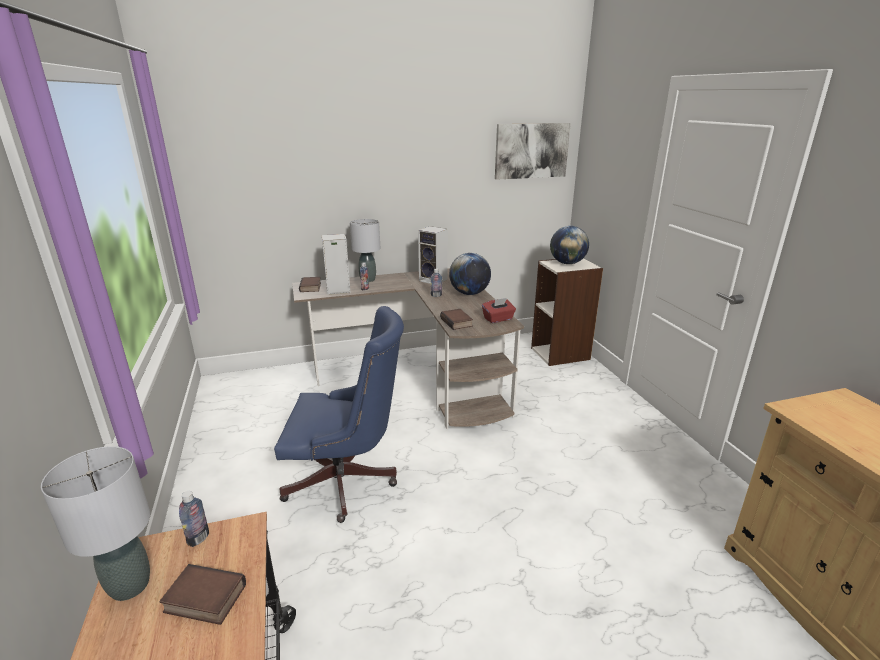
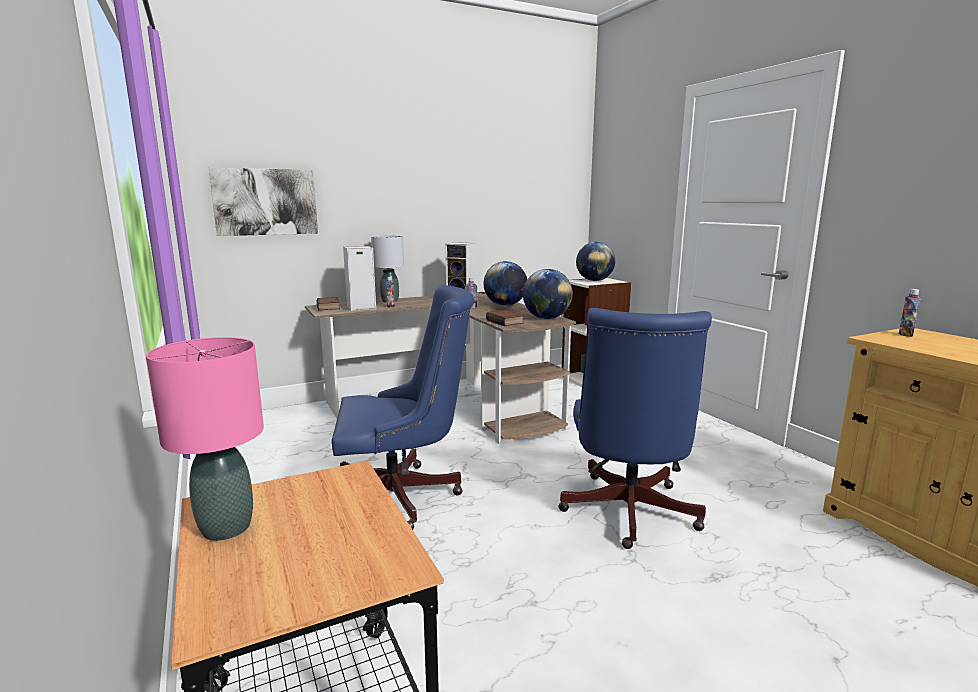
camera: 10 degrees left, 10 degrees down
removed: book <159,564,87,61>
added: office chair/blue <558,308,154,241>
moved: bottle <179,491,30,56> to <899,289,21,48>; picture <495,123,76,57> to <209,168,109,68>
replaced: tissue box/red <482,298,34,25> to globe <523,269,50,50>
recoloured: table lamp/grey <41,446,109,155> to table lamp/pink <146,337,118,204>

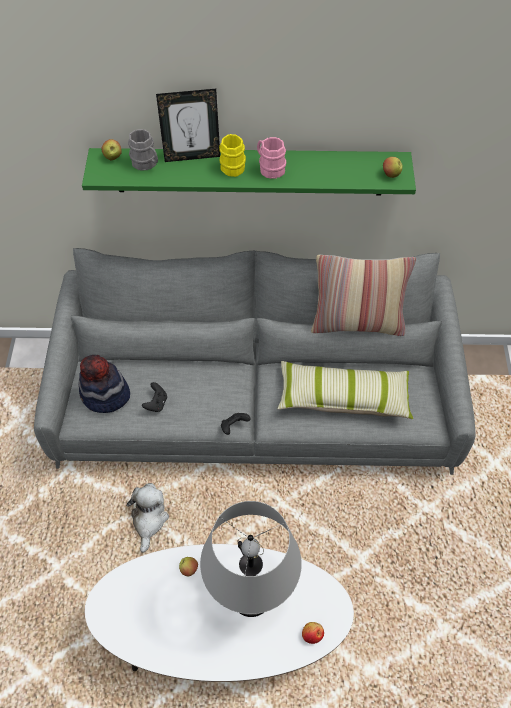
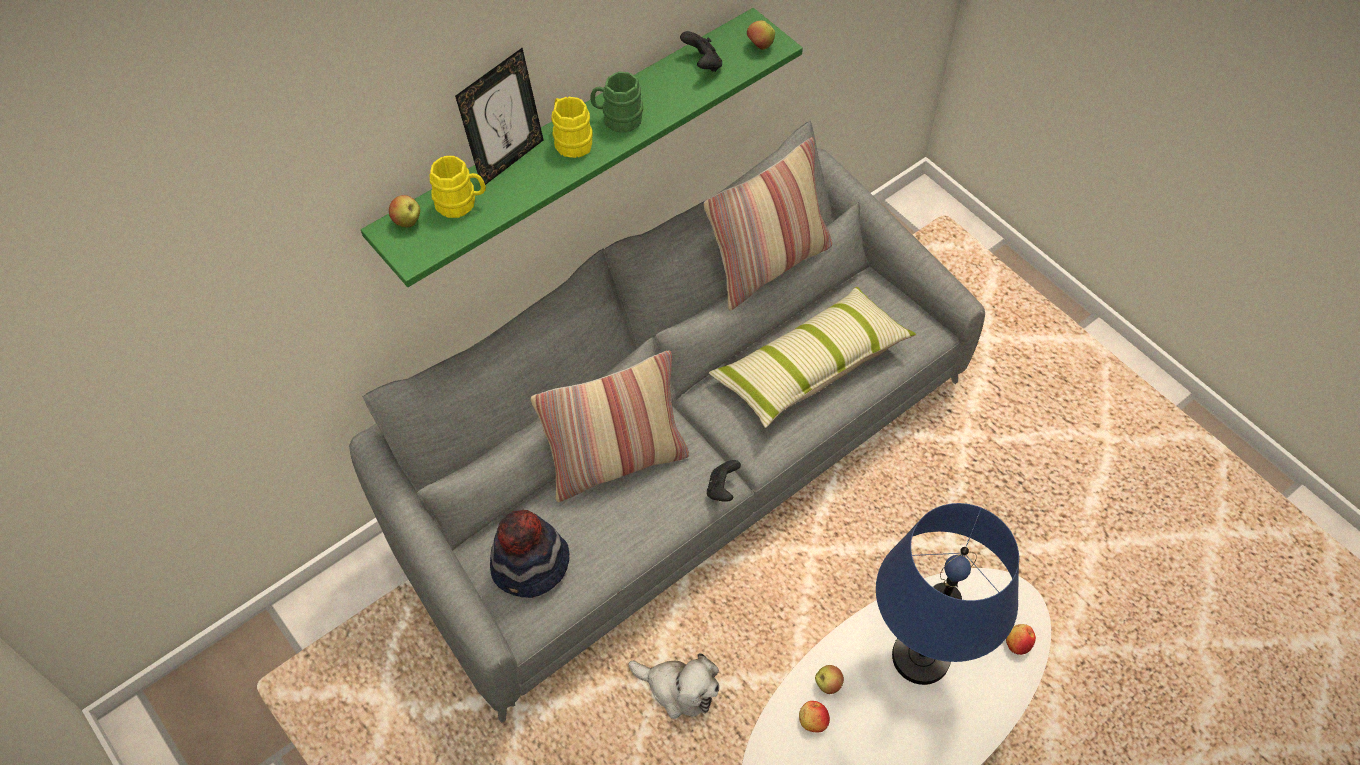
camera: 40 degrees left, 0 degrees up
added: pillow <531,350,158,152>; apple <799,701,31,32>
moved: game controller/black <142,382,25,30> to <680,31,42,41>
recoloured: mug/grey <128,129,30,42> to mug/yellow <430,156,56,62>; table lamp/grey <200,501,102,116> to table lamp/blue <876,503,143,182>; mug/pink <257,137,29,42> to mug/green <590,72,53,61>
turned: plush toy <126,483,43,70> = <629,653,90,66> 150 degrees clockwise

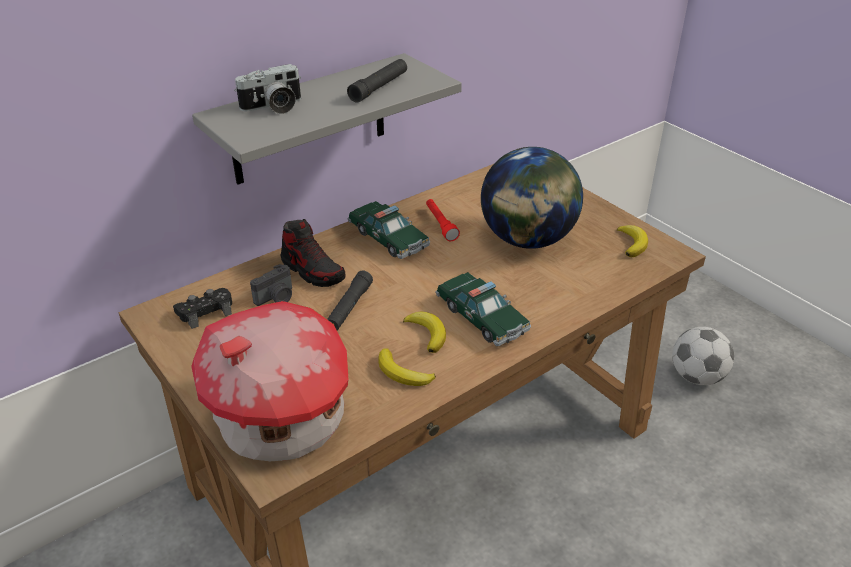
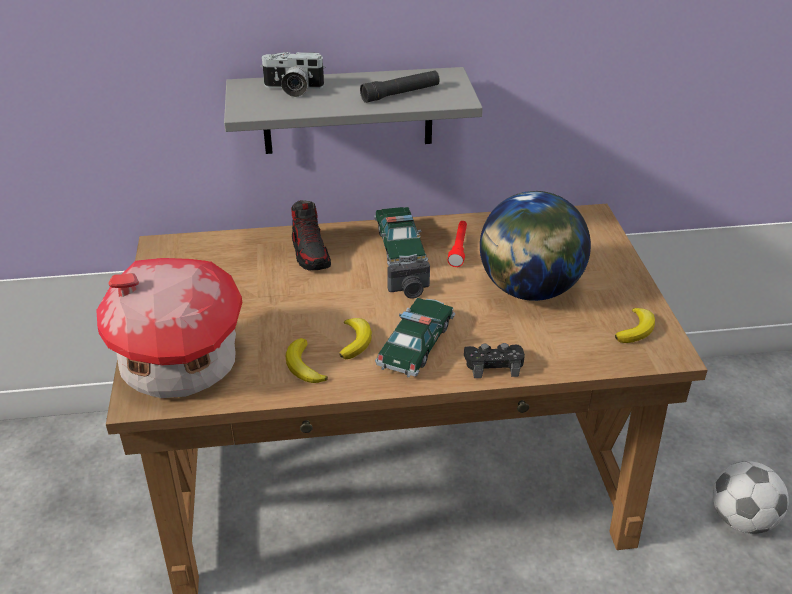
camera: 30 degrees right, 0 degrees up
removed: flashlight/black <327,271,46,59>
moved: game controller/black <173,288,59,41> to <464,343,61,35>; photo camera <250,264,42,42> to <387,260,43,39>
turned: toy car <436,272,95,74> = <375,298,80,80> 150 degrees counterclockwise

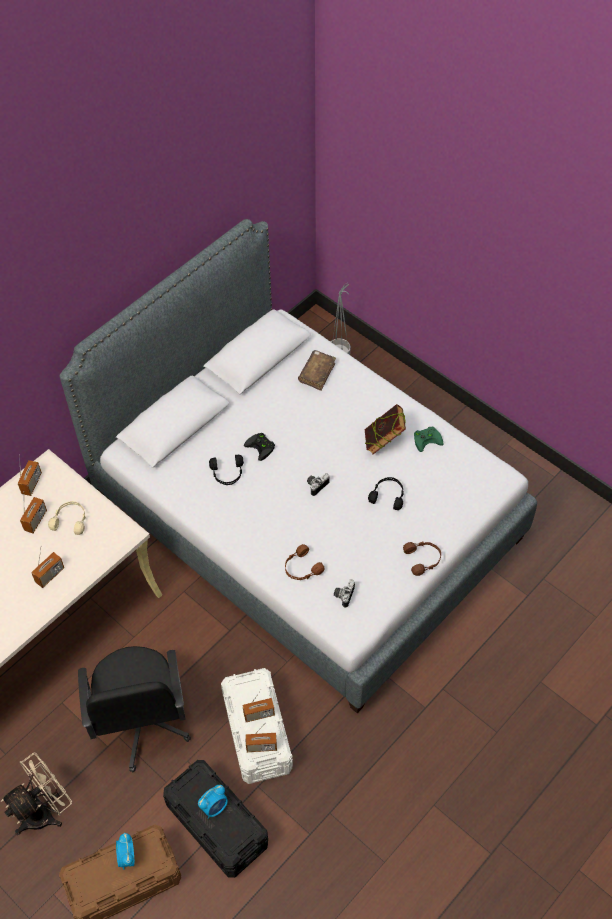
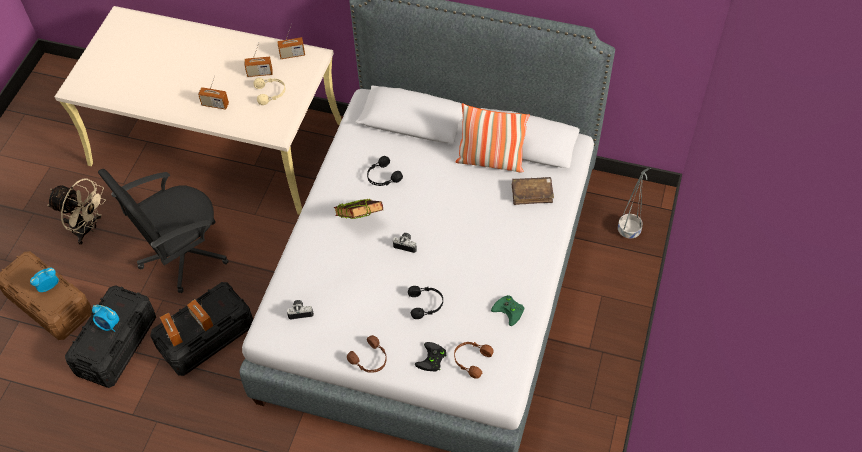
camera: 65 degrees right, 0 degrees up
added: pillow <456,103,74,70>
moved: game controller/black <244,433,31,28> to <415,342,32,29>; headphones/brown <285,544,40,36> to <454,342,40,37>; book <365,404,41,51> to <334,198,49,21>
recoloured: storage box/white <221,668,72,116> to storage box/black <150,282,103,94>

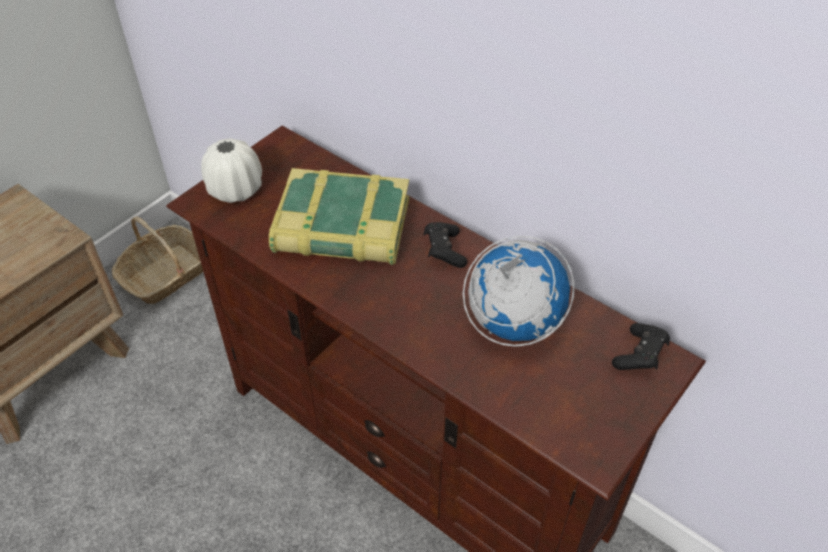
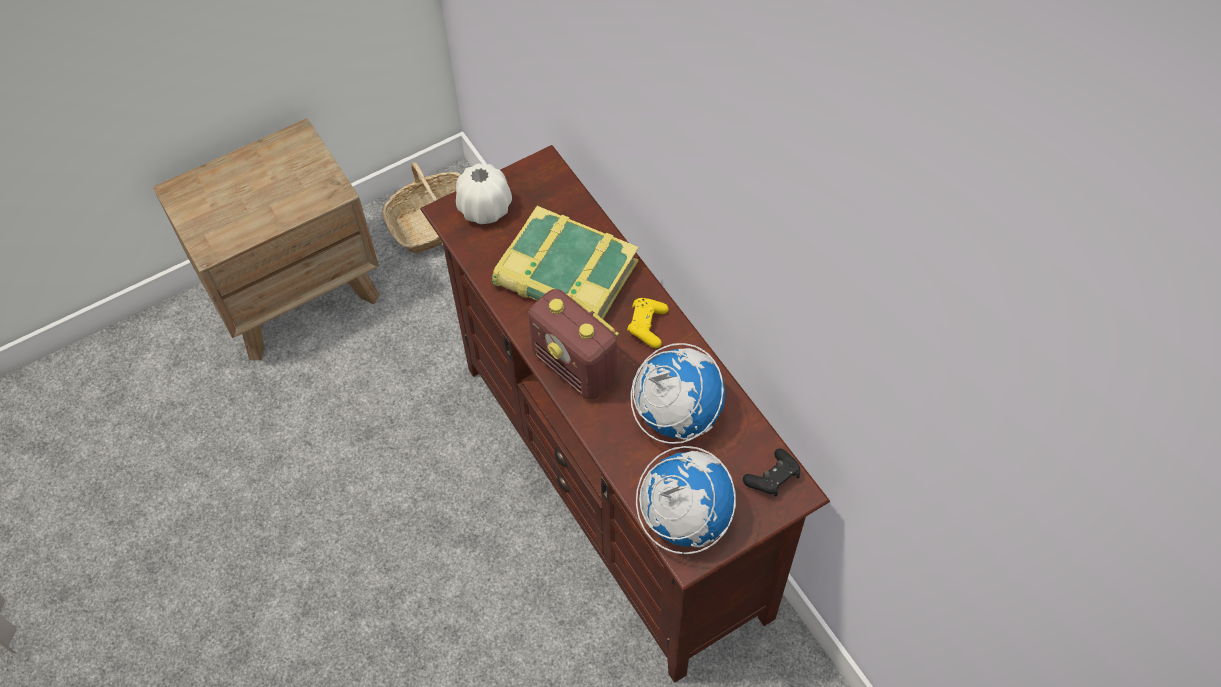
camera: 20 degrees right, 10 degrees up
added: radio <529,289,90,111>; globe <636,446,100,108>
recoloured: game controller/black <424,222,43,46> to game controller/yellow <627,298,42,50>

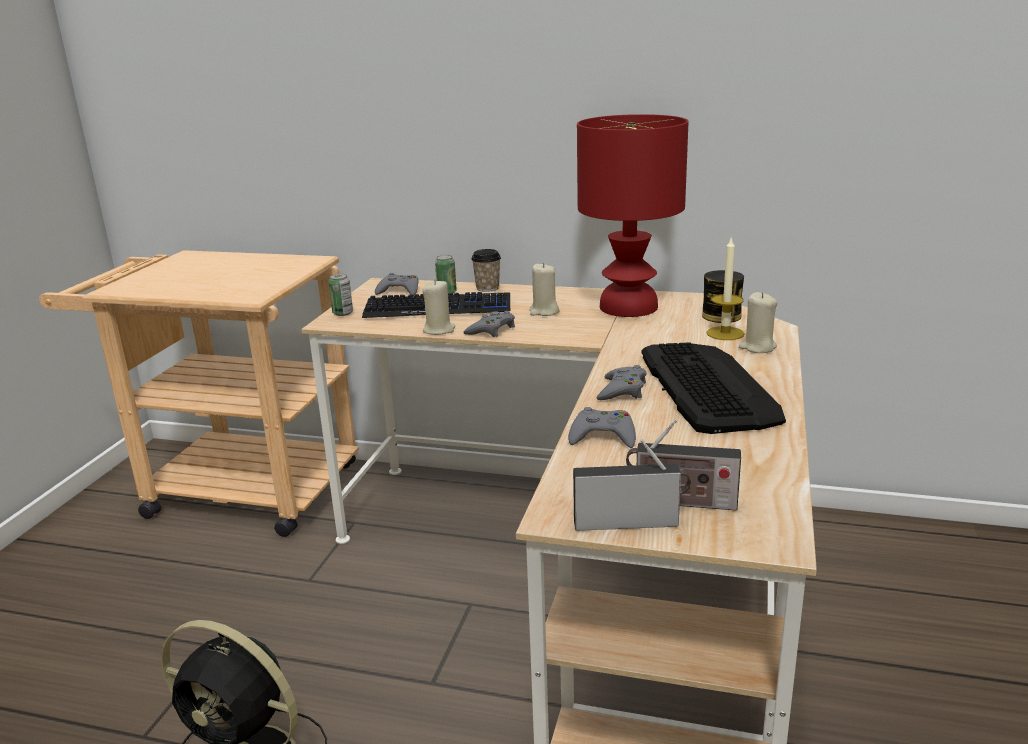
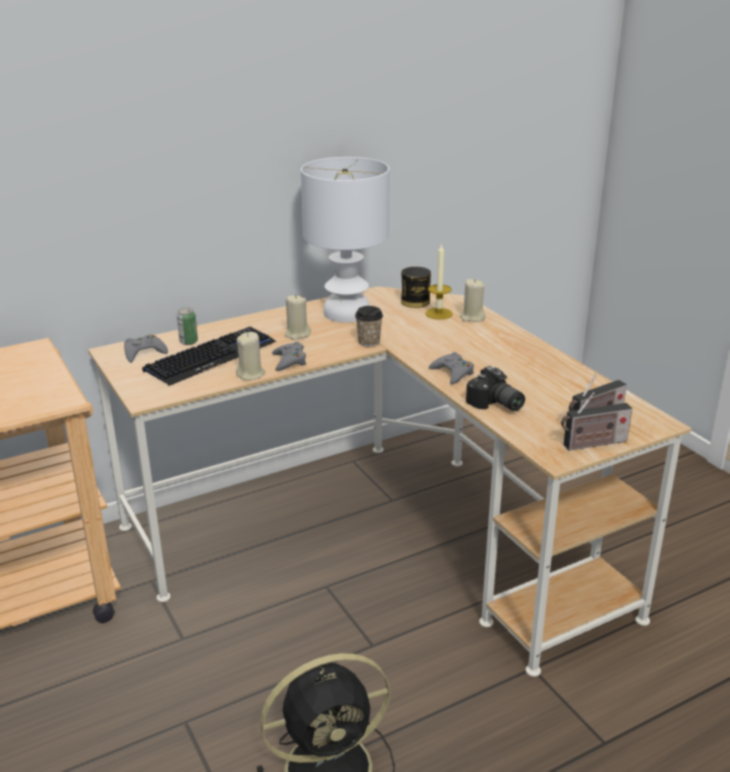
camera: 45 degrees left, 5 degrees up
removed: can <328,274,25,42>; keyboard <641,342,145,92>
moved: cup <471,249,30,43> to <355,306,28,41>
replaced: game controller/grey <568,407,68,41> to photo camera <466,366,59,45>
recoloured: table lamp/red <577,114,112,203> to table lamp/white <301,157,89,166>
turned: radio <573,439,118,92> = <561,392,71,59> 150 degrees counterclockwise

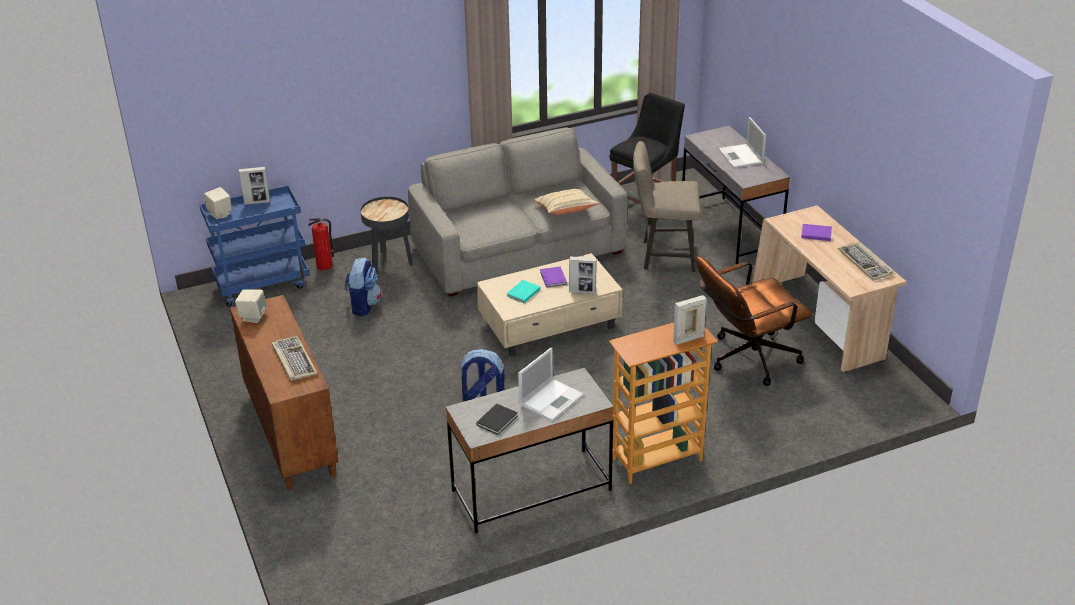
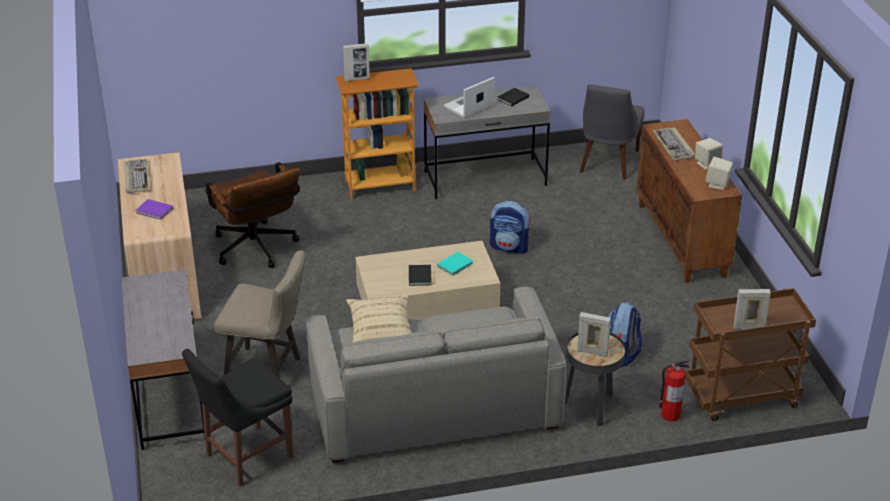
camera: 170 degrees left, 0 degrees up
removed: laptop <718,117,48,51>
added: chair/grey <580,84,65,96>
moved: speaker/beige <204,187,28,32> to <695,138,28,32>; picture frame <569,256,28,38> to <577,312,34,45>
recoloured: cart/blue <200,185,110,122> to cart/brown <685,288,131,133>; book/purple <540,266,27,22> to book/black <409,265,23,21>
turned: office chair/brown <696,256,117,130> = <205,162,95,106> 75 degrees clockwise

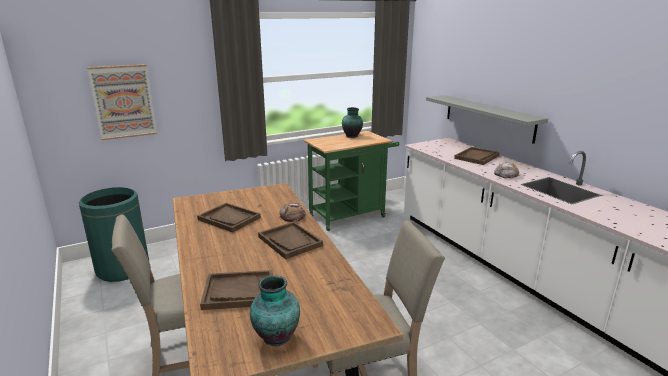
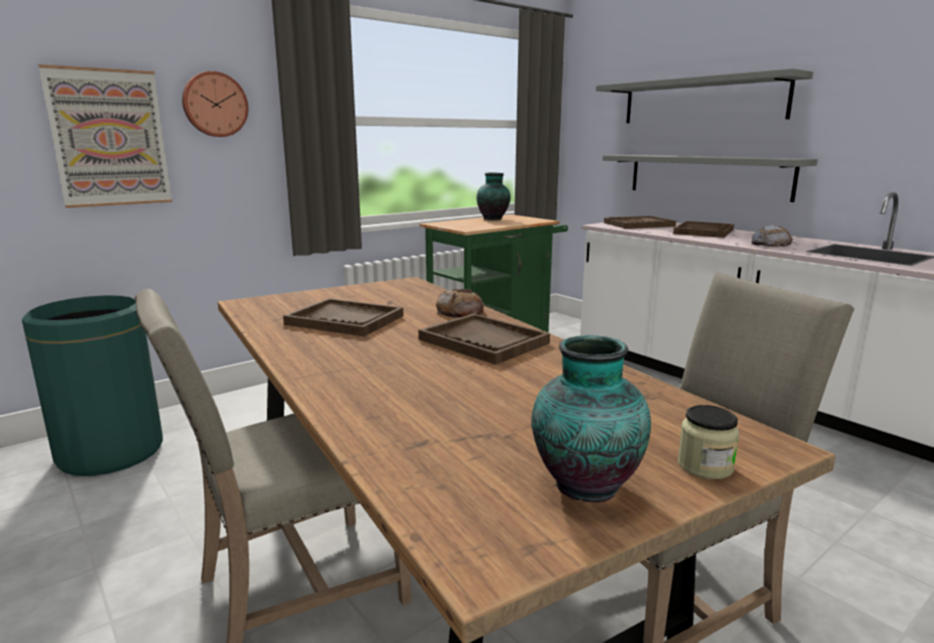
camera: 10 degrees left, 5 degrees down
added: wall clock <182,71,66,66>; shelf/grey <596,68,217,55>; jar <678,405,61,74>
moved: tray/brown <200,270,72,40> to <604,216,72,13>

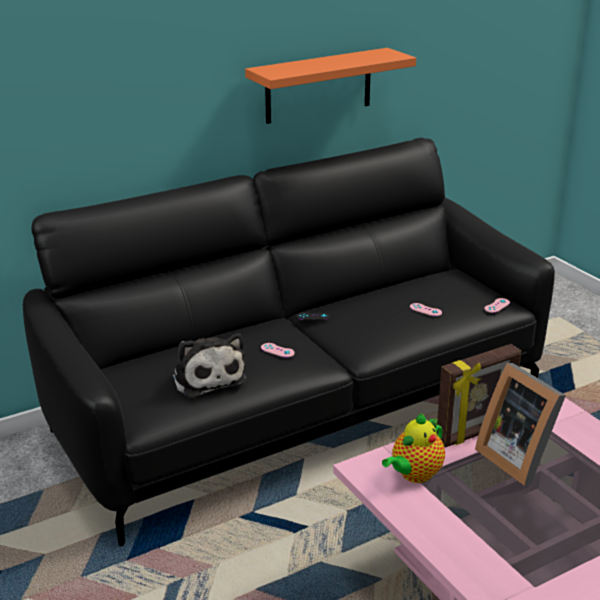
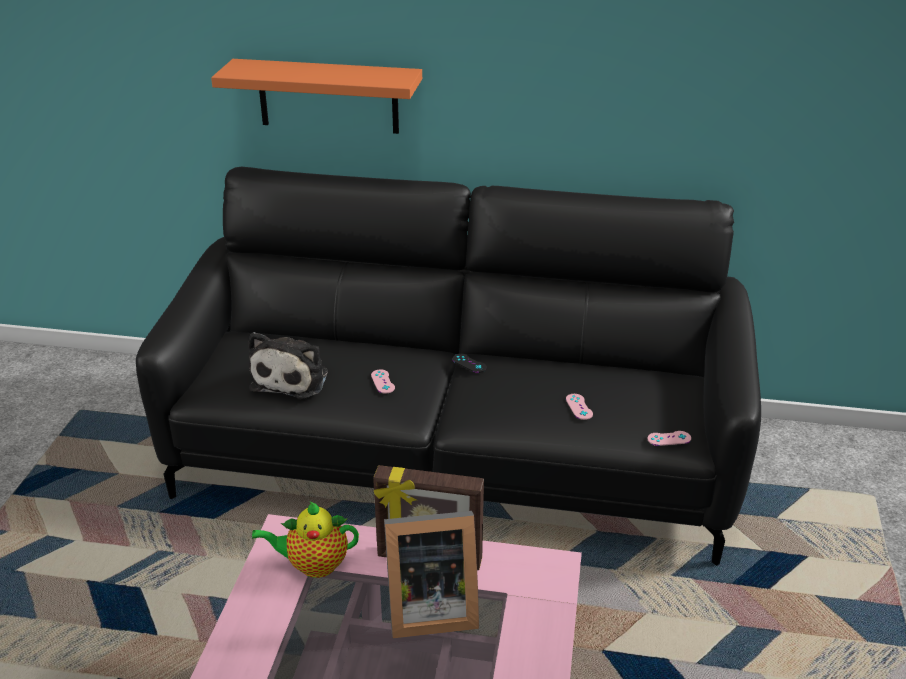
camera: 40 degrees right, 5 degrees up
moved: shelf/orange <245,48,171,76> to <211,59,211,75>
turned: picture frame <475,363,91,123> = <384,511,95,127> 105 degrees counterclockwise

